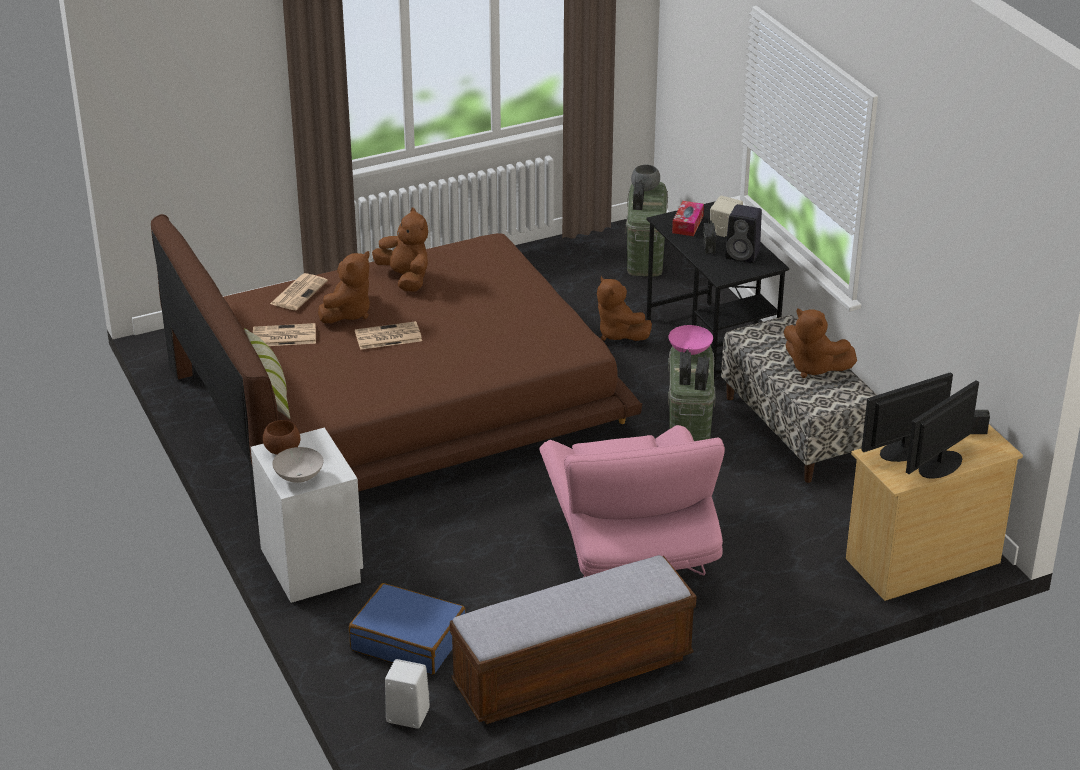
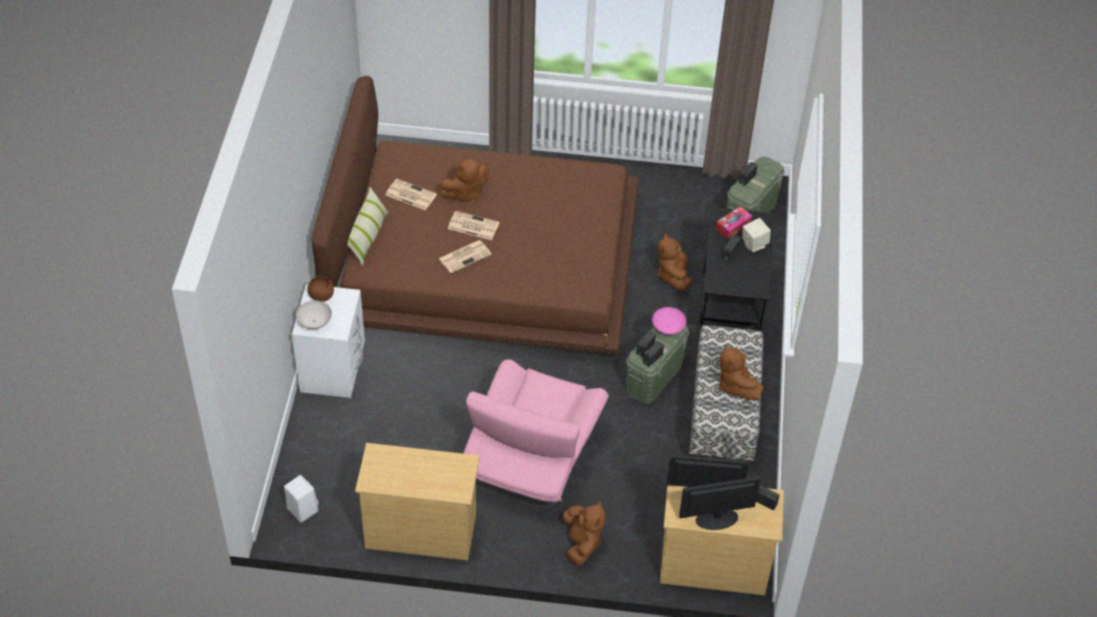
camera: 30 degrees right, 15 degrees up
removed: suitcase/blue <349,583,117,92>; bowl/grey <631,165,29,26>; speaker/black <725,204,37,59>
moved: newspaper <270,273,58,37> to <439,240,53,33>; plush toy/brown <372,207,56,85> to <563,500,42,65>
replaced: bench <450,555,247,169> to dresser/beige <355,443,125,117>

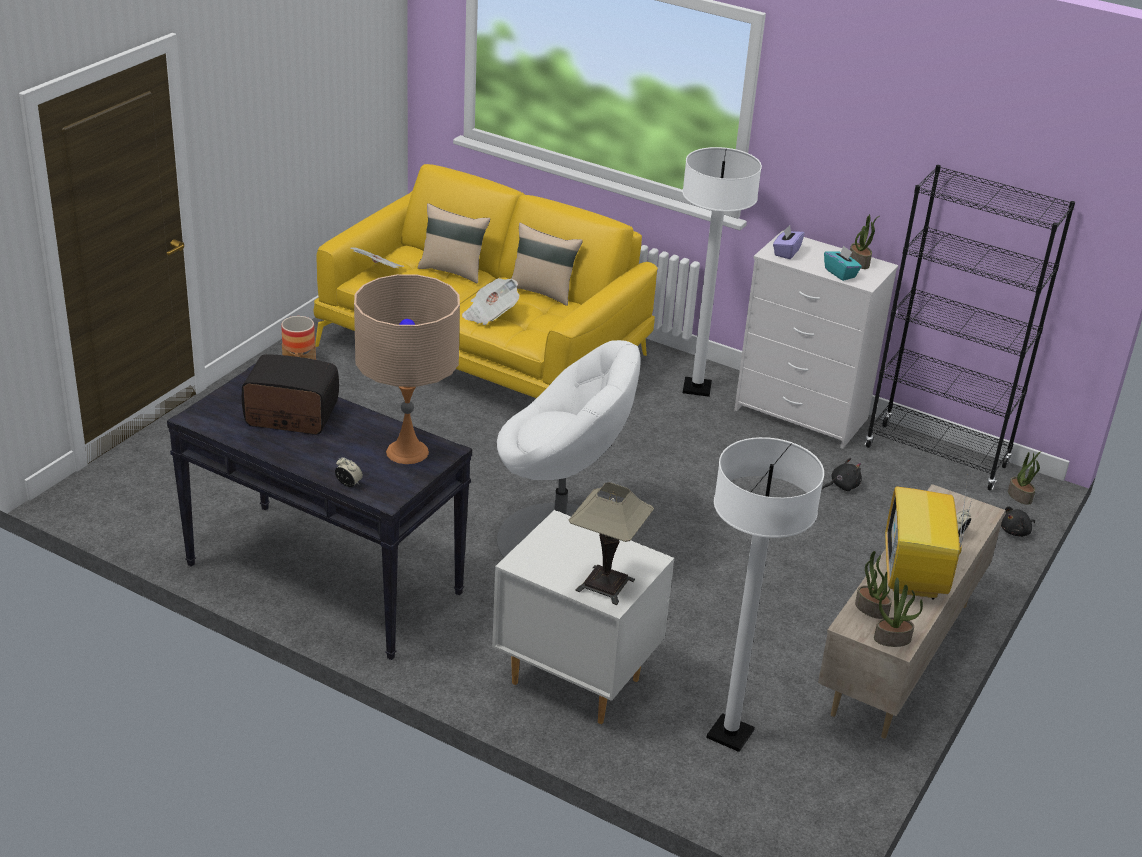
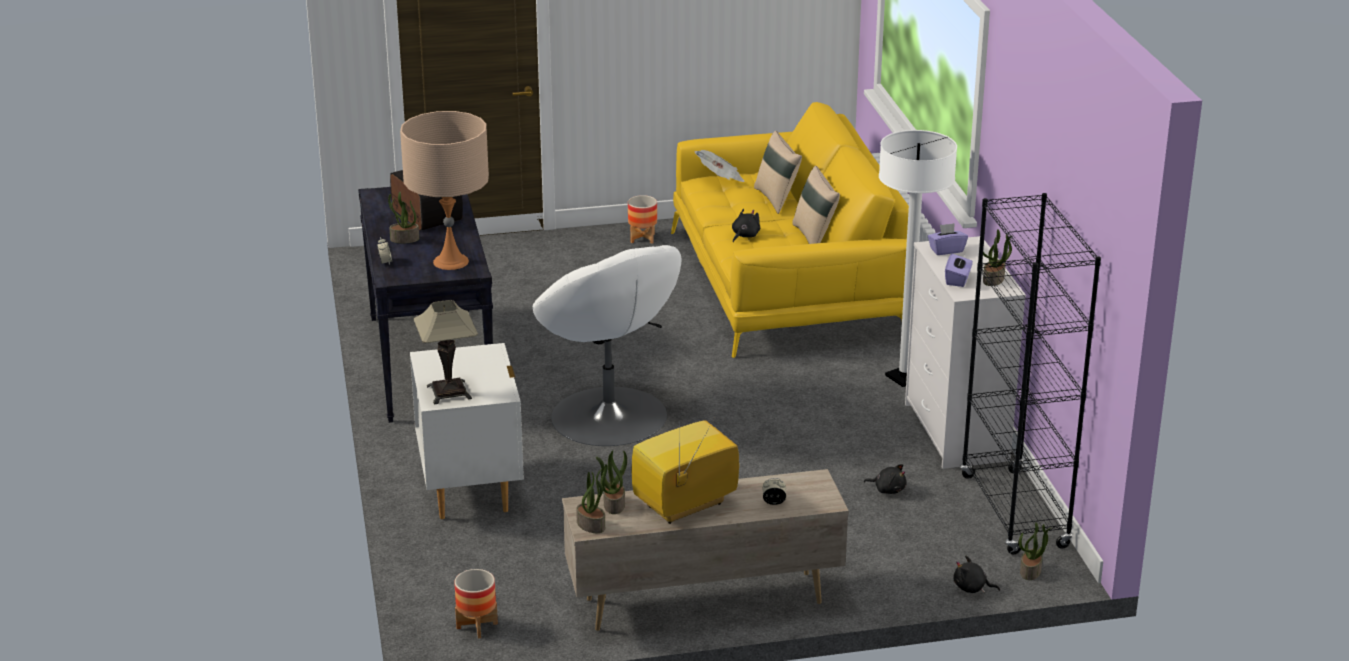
camera: 50 degrees right, 5 degrees down
removed: floor lamp/white <706,437,118,315>
added: potted plant <388,192,31,52>; planter <454,569,44,69>
replaced: newspaper <462,278,57,47> to plush toy/black <732,209,28,33>
recoloured: tissue box/turquoise <824,245,38,36> to tissue box/purple <945,253,28,34>

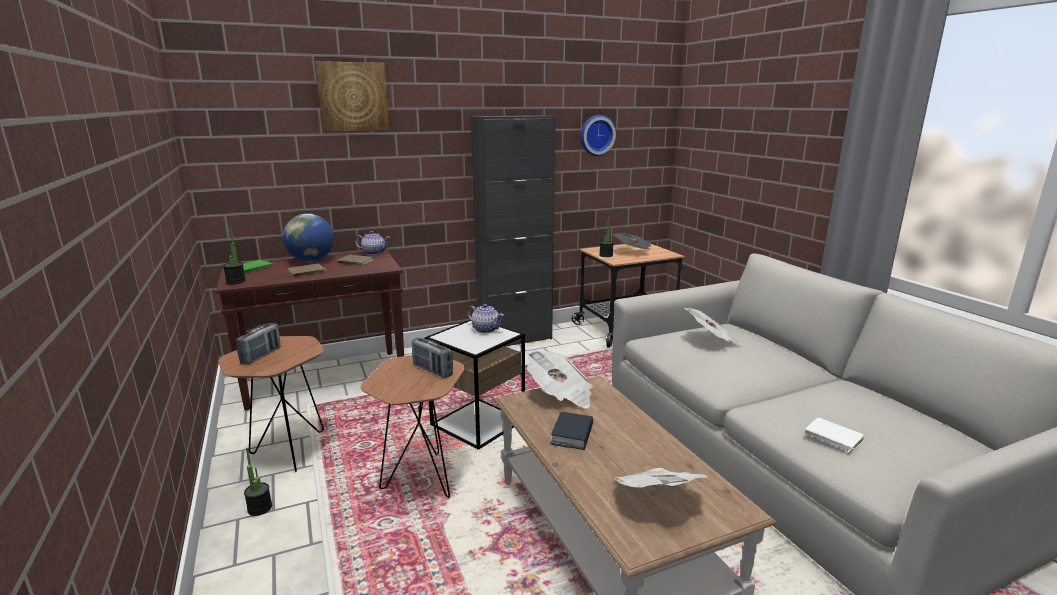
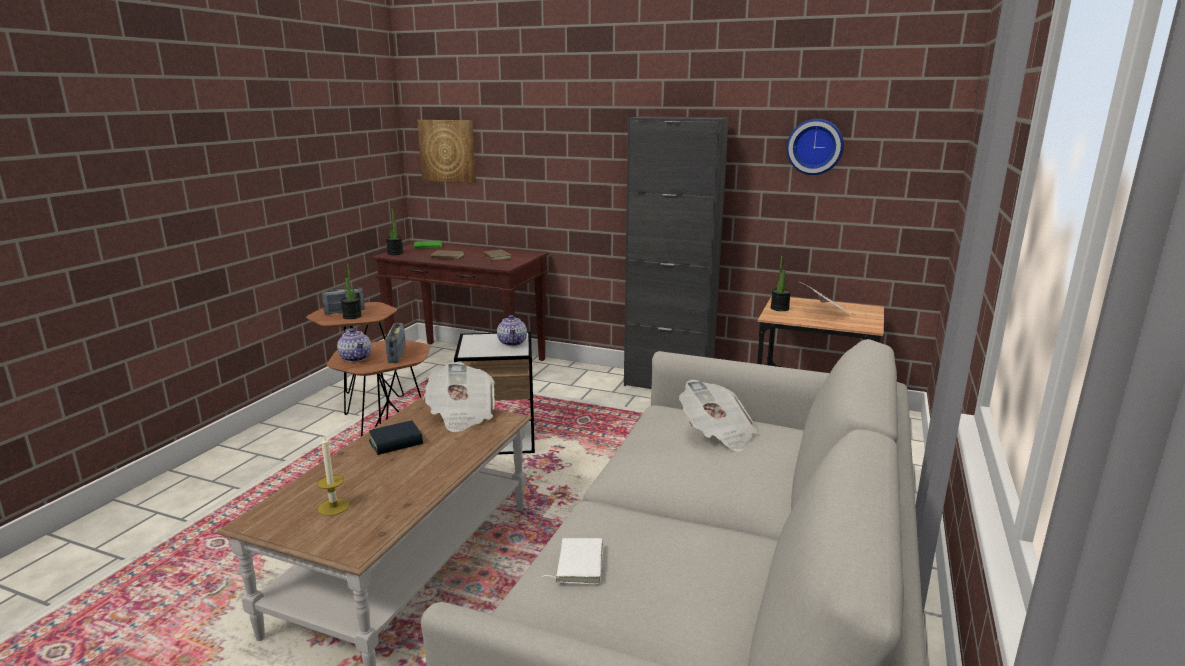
camera: 45 degrees right, 0 degrees up
removed: globe <283,213,51,48>
moved: potted plant <244,448,28,68> to <341,264,21,55>; picture <315,61,75,71> to <417,120,59,63>; teapot <355,231,36,24> to <337,328,35,34>
replaced: newspaper <614,468,94,20> to candle <317,436,32,80>

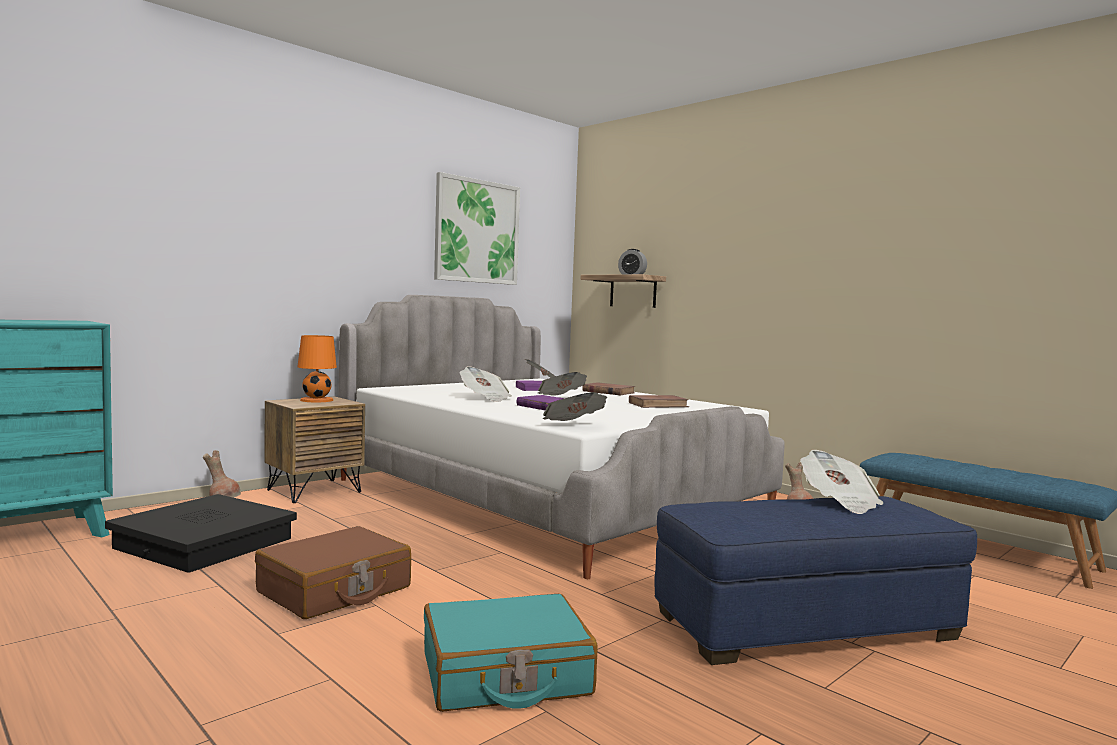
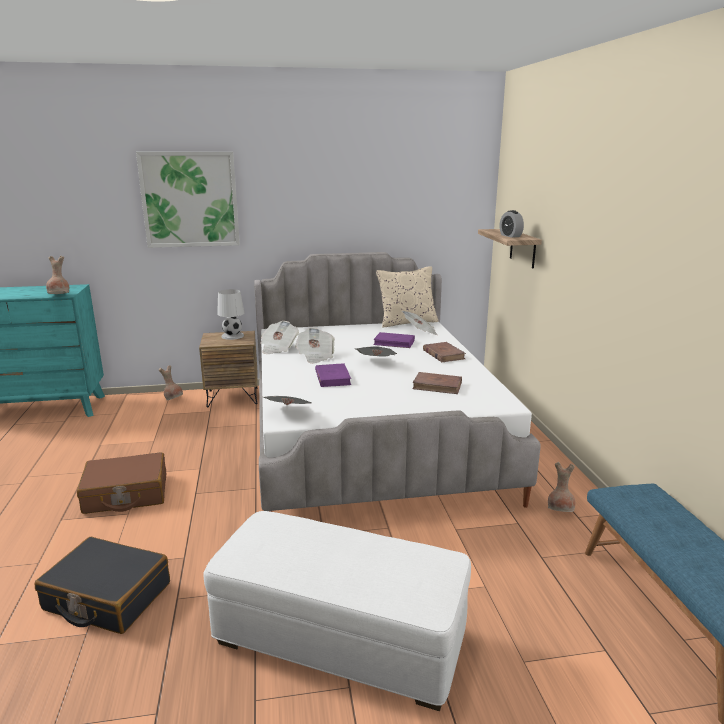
camera: 35 degrees right, 15 degrees up
removed: storage box/black <105,494,192,79>
added: vase/brown <46,256,23,38>; pillow/beige <376,266,62,62>
moved: picture <434,172,86,113> to <136,152,104,96>; newspaper <800,450,83,64> to <261,321,38,33>
recoloured: table lamp/orange <297,335,40,67> to table lamp/white <217,289,27,51>; suitcase/turquoise <424,594,173,118> to suitcase/black <35,537,135,97>; ottoman/blue <655,496,322,169> to ottoman/white <204,511,267,200>

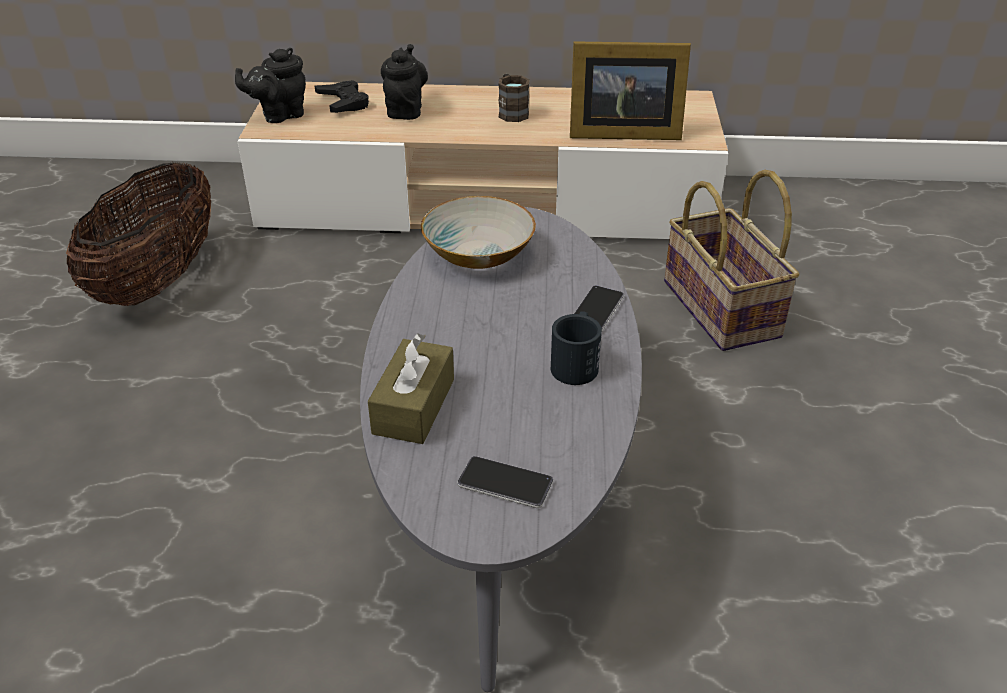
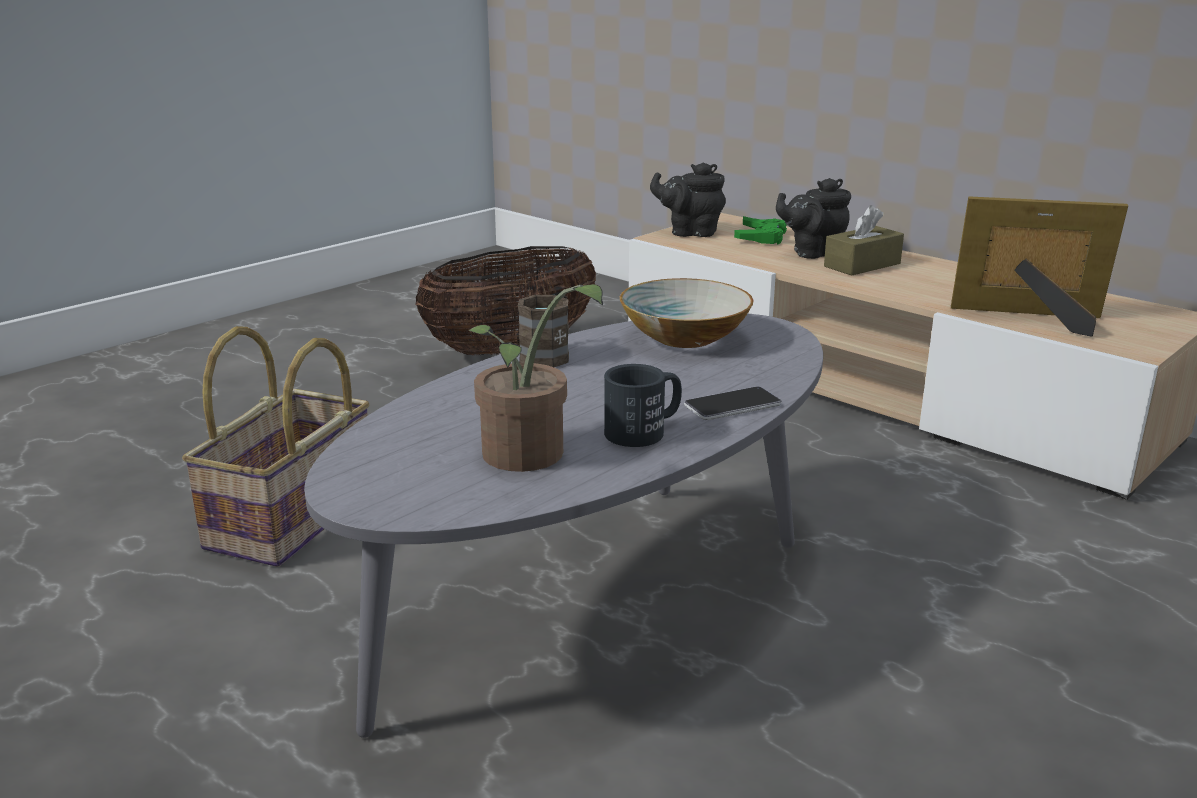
camera: 40 degrees right, 15 degrees down
removed: phone <457,456,96,52>
added: potted plant <469,284,134,188>
moved: tissue box/brown <368,333,86,111> to <824,205,80,71>; mug/brown <498,74,32,48> to <518,295,51,72>; basket <664,170,136,181> to <182,326,188,241>
recoloured: game controller/black <315,80,54,33> to game controller/green <734,216,53,28>
turned: teapot/black <381,44,47,76> = <776,178,75,81> 150 degrees counterclockwise; picture frame <570,41,121,99> = <951,196,177,141> 150 degrees clockwise

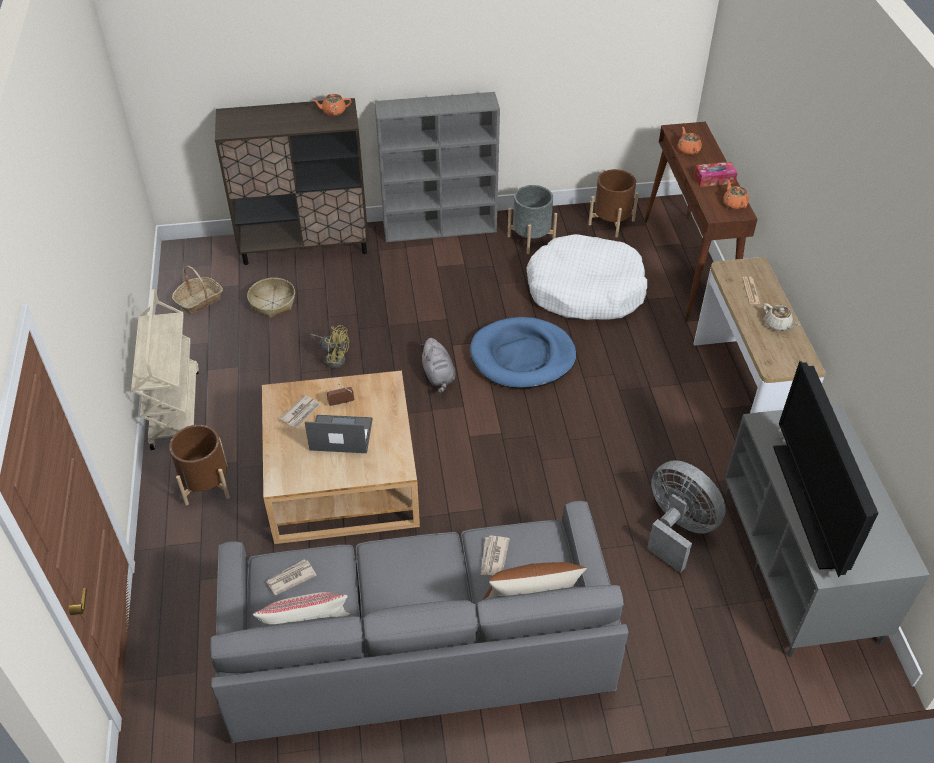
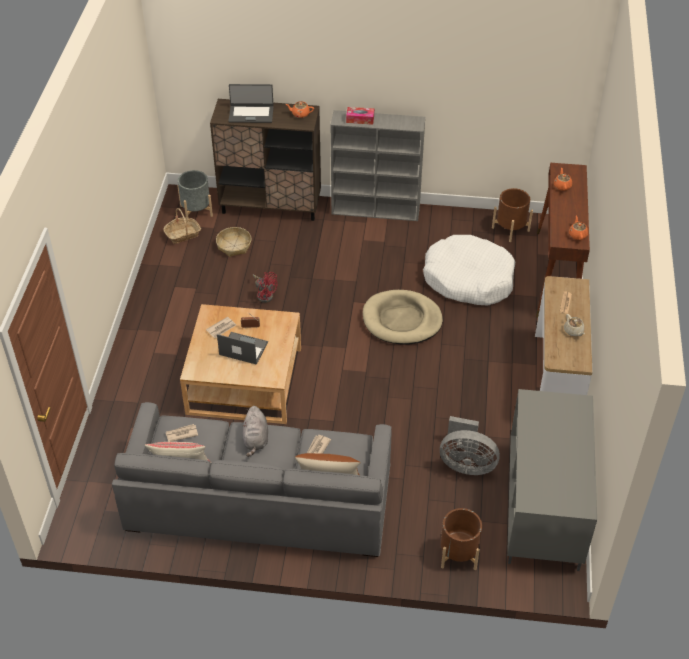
camera: 15 degrees right, 0 degrees up
removed: cart/beige <131,289,68,161>; television <773,361,106,217>
added: laptop <229,84,45,39>
moved: planter/brown <169,425,61,80> to <441,508,41,62>; plush toy/grey <421,338,35,55> to <242,406,26,51>; planter/grey <508,185,49,69> to <177,170,36,48>; tissue box <694,162,44,25> to <346,107,28,18>
recoloured: fan/yellow <311,325,38,43> to fan/red <253,272,25,31>; dog bed/blue <470,317,106,71> to dog bed/beige <363,290,80,55>
turned: fan/grey <647,460,79,113> = <440,416,60,59> 135 degrees clockwise

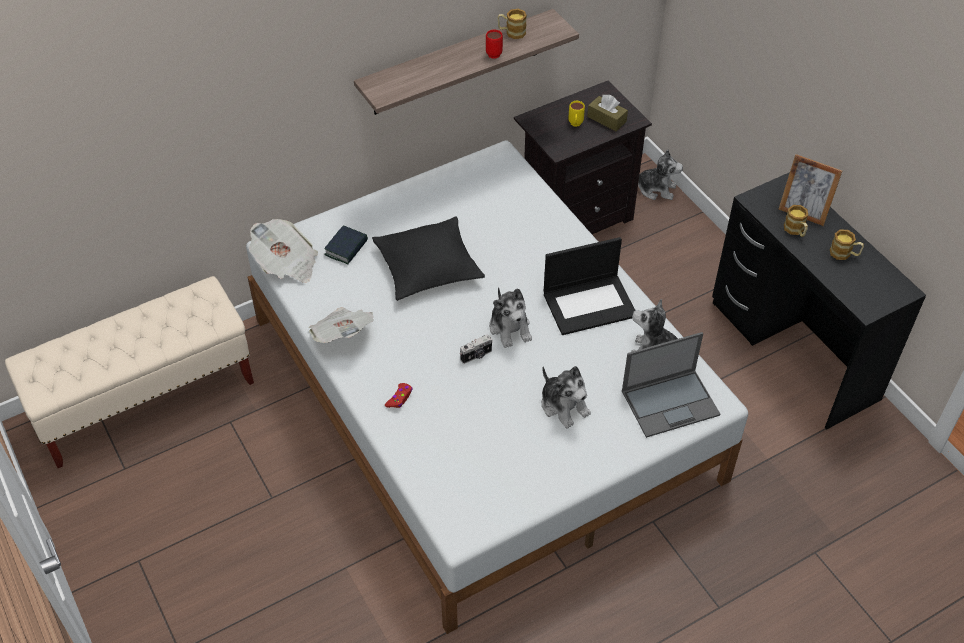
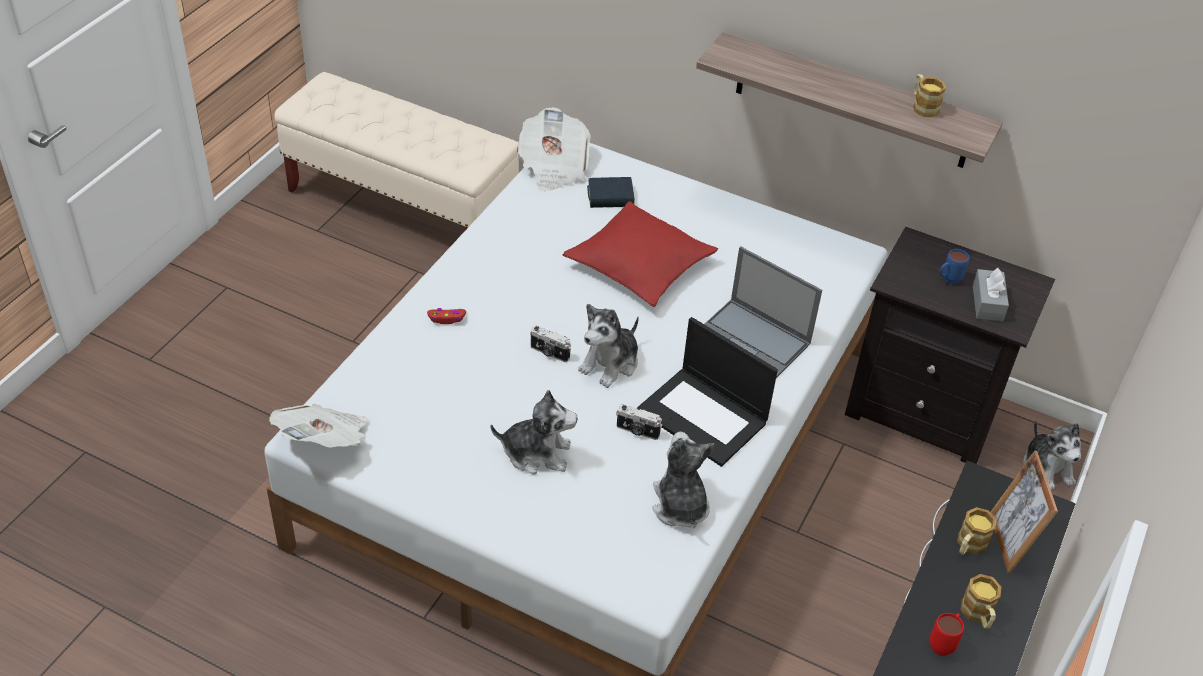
camera: 55 degrees right, 5 degrees down
added: photo camera <616,404,46,36>
moved: newspaper <308,307,66,36> to <269,404,99,44>; mug/red <486,30,17,29> to <929,613,35,43>; laptop <622,332,98,106> to <704,246,118,132>
recoloured: pillow/black <372,216,113,85> to pillow/red <563,201,155,106>; mug/yellow <568,101,17,26> to mug/blue <939,249,30,35>; tissue box/brown <587,95,41,36> to tissue box/grey <973,268,36,53>
turned: plush toy <542,366,49,62> = <490,390,87,85> 105 degrees counterclockwise

